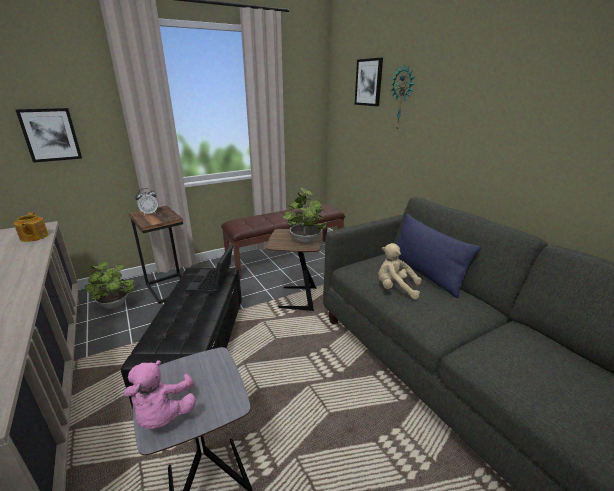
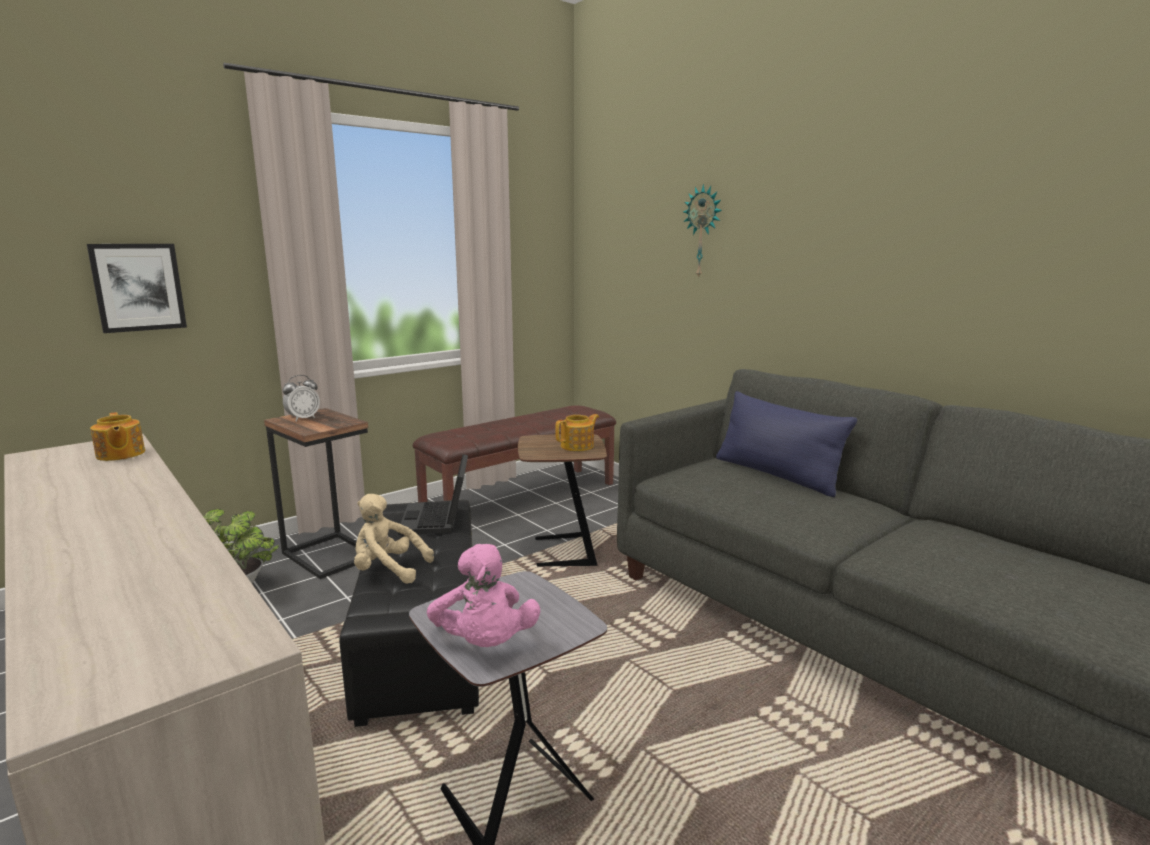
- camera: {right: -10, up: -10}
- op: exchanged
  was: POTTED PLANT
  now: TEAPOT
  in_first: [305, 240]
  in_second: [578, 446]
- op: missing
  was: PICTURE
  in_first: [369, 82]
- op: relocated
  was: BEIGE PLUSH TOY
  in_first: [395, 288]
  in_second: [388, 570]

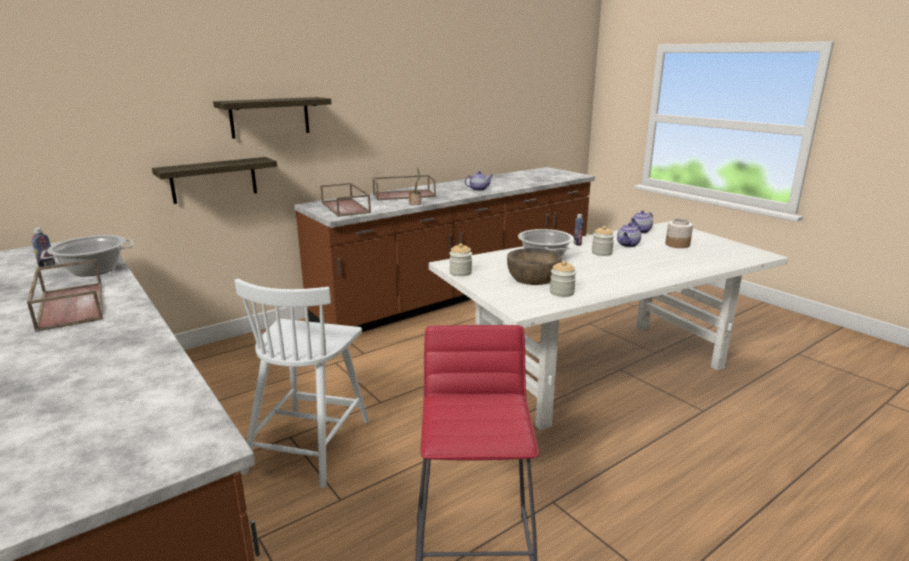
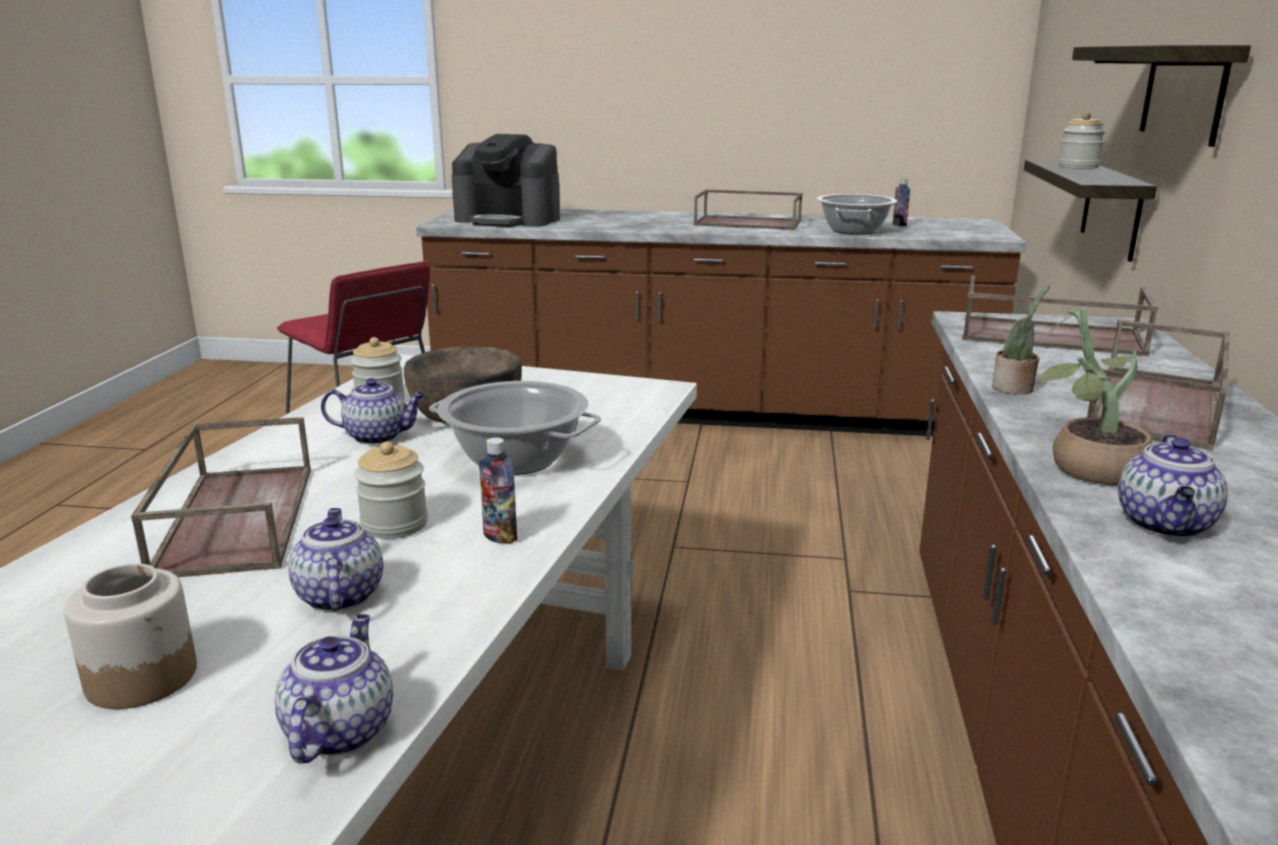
- camera: {right: 135, up: 0}
- op: missing
  was: WHITE CHAIR
  in_first: [309, 444]
- op: relocated
  was: JAR
  in_first: [460, 272]
  in_second: [1078, 167]
- op: appeared
  now: BROWN TRAY
  in_second: [234, 518]
- op: appeared
  now: TEAPOT
  in_second: [378, 436]
- op: appeared
  now: COFFEE MACHINE
  in_second: [509, 219]
- op: appeared
  now: POTTED PLANT
  in_second: [1085, 468]

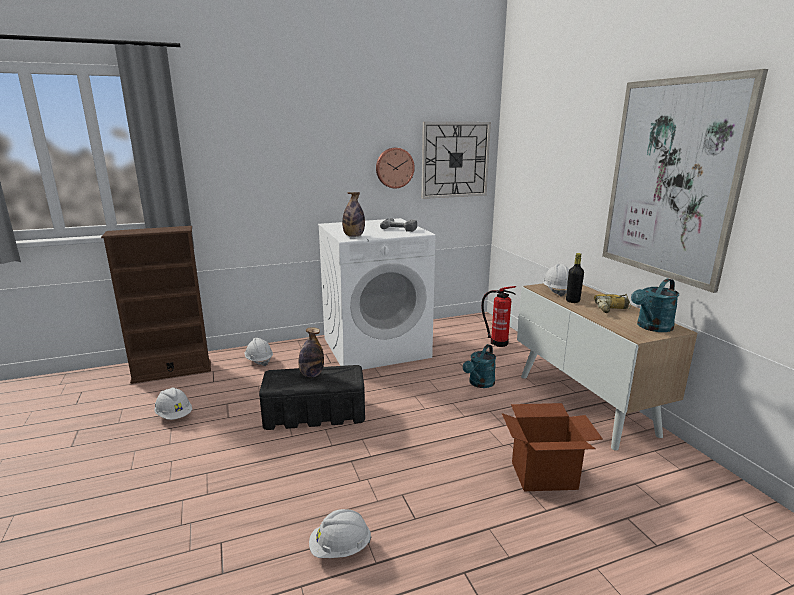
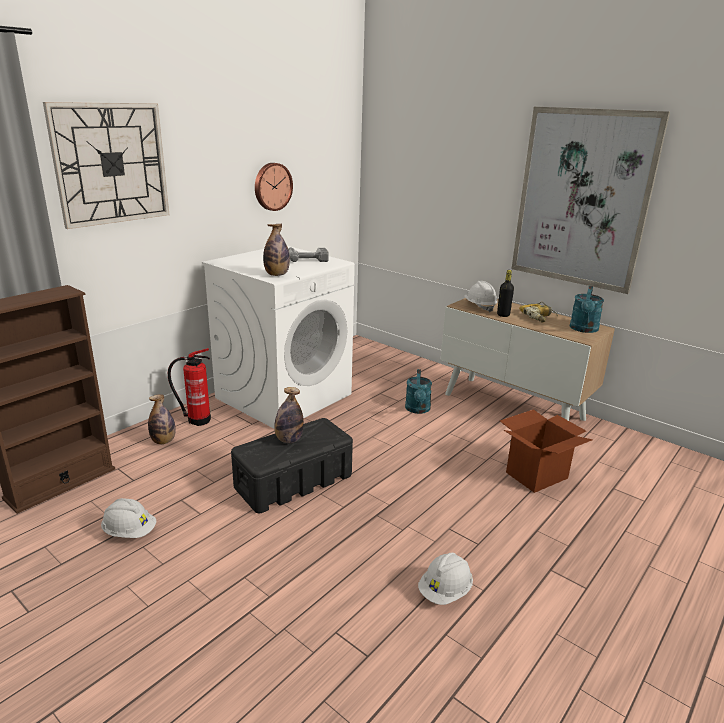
- camera: {right: -30, up: 5}
- op: exchanged
  was: WHITE HARD HAT
  now: BOTTLE
  in_first: [259, 360]
  in_second: [163, 441]
- op: relocated
  was: WALL CLOCK
  in_first: [455, 160]
  in_second: [111, 164]
- op: relocated
  was: FIRE EXTINGUISHER
  in_first: [497, 342]
  in_second: [197, 420]

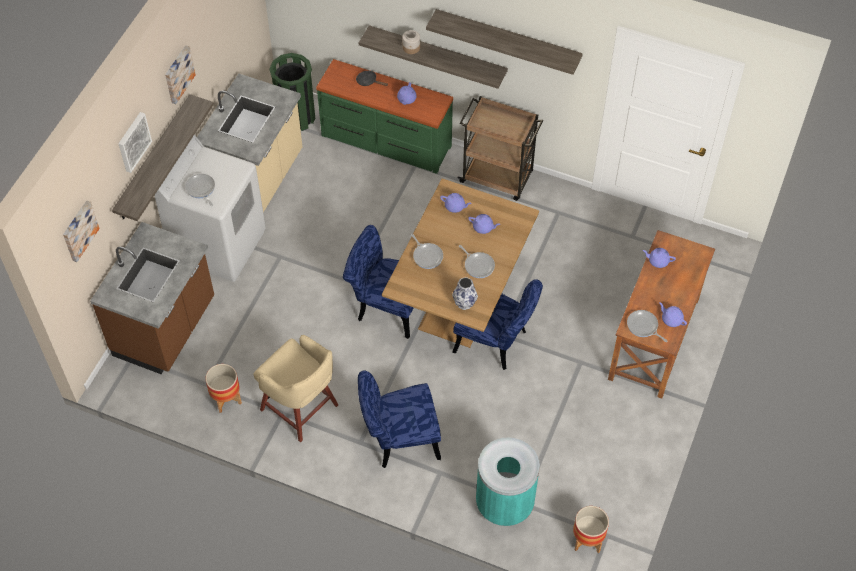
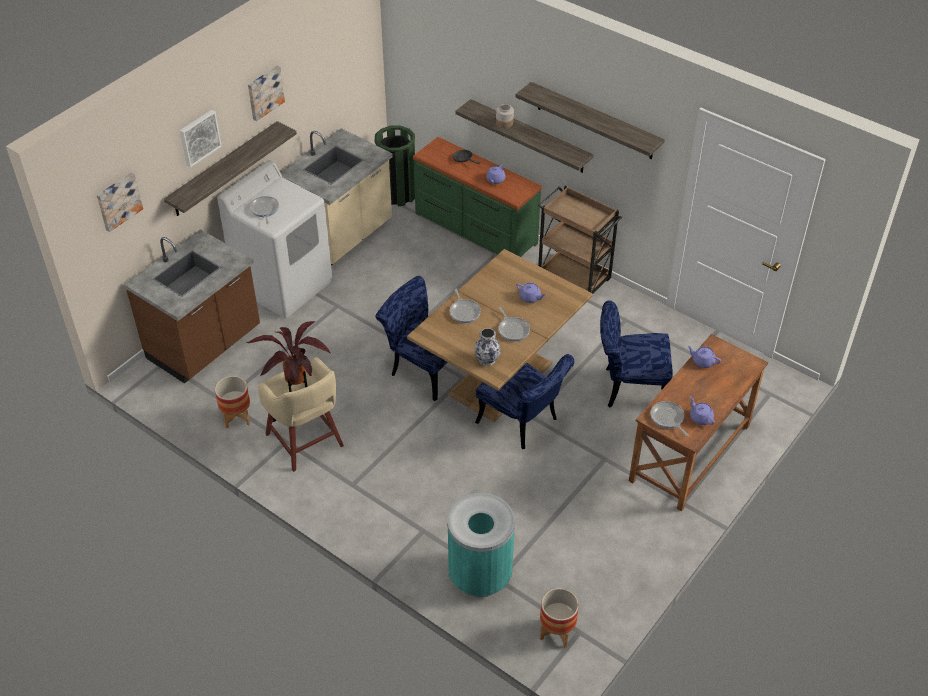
- camera: {right: 15, up: -10}
- op: relocated
  was: BLUE CHAIR
  in_first: [398, 440]
  in_second: [628, 388]
- op: missing
  was: PURPLE TEAPOT
  in_first: [455, 206]
- op: appeared
  now: POTTED PLANT
  in_second: [295, 386]

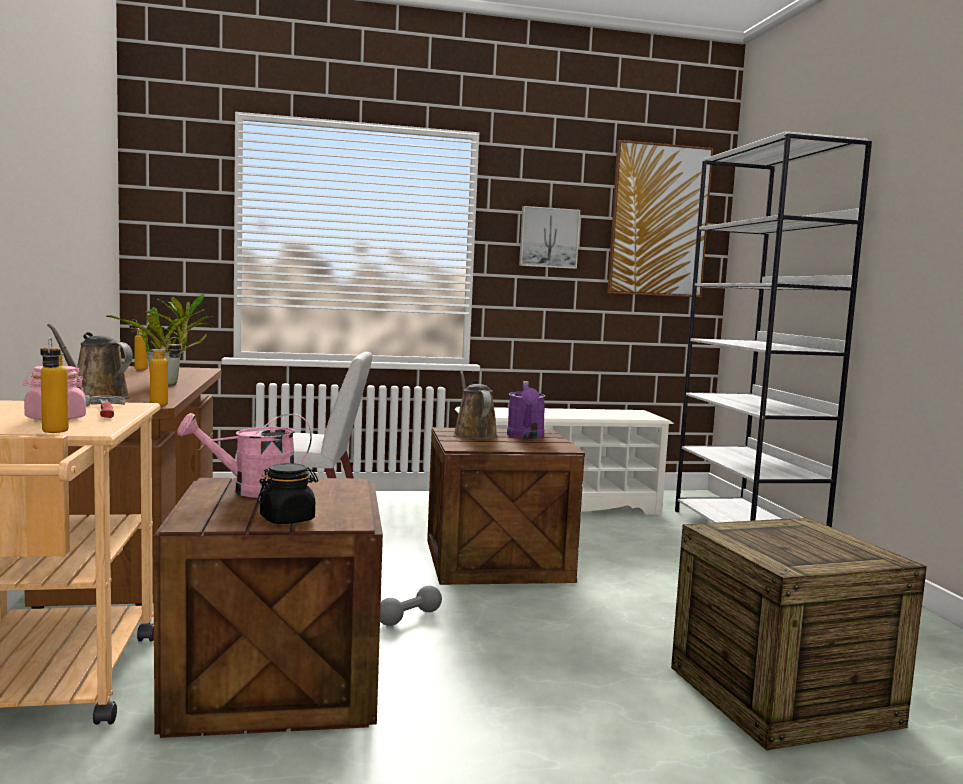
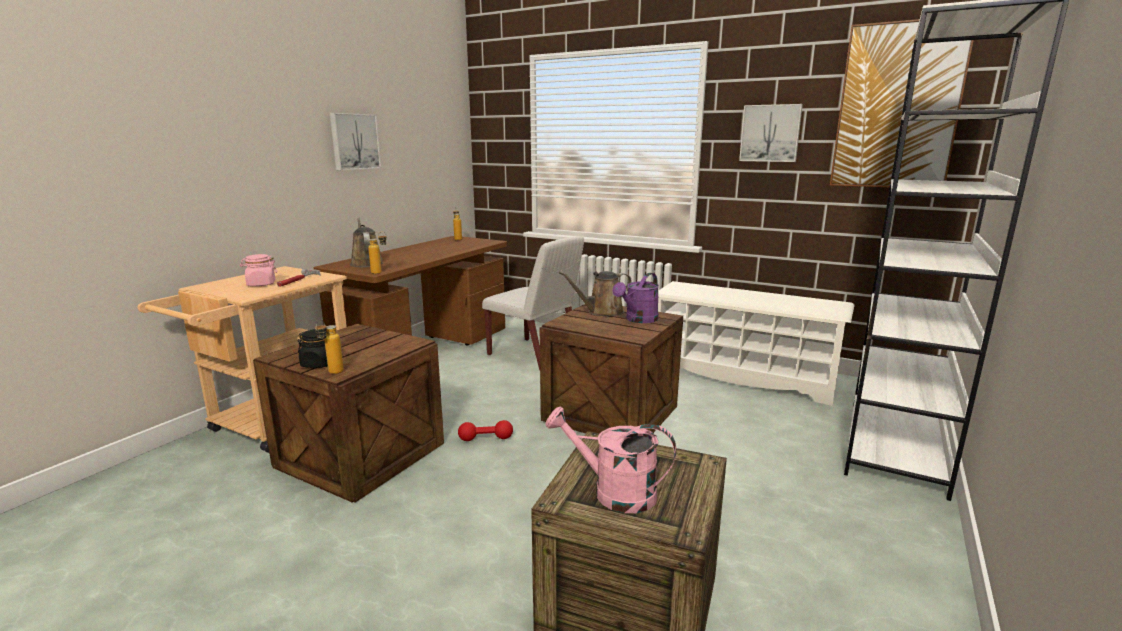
- camera: {right: 40, up: 10}
- op: relocated
  was: BOTTLE
  in_first: [54, 433]
  in_second: [332, 374]
- op: missing
  was: POTTED PLANT
  in_first: [168, 384]
- op: relocated
  was: PINK WATERING CAN
  in_first: [252, 491]
  in_second: [613, 492]
- op: colour
  was: GREY DUMBBELL
  now: RED DUMBBELL
  in_first: [409, 617]
  in_second: [486, 439]
- op: spun
  was: BROWN WATERING CAN
  in_first: [473, 434]
  in_second: [602, 312]
  clockwise: -135
- op: appeared
  now: PICTURE
  in_second: [354, 141]

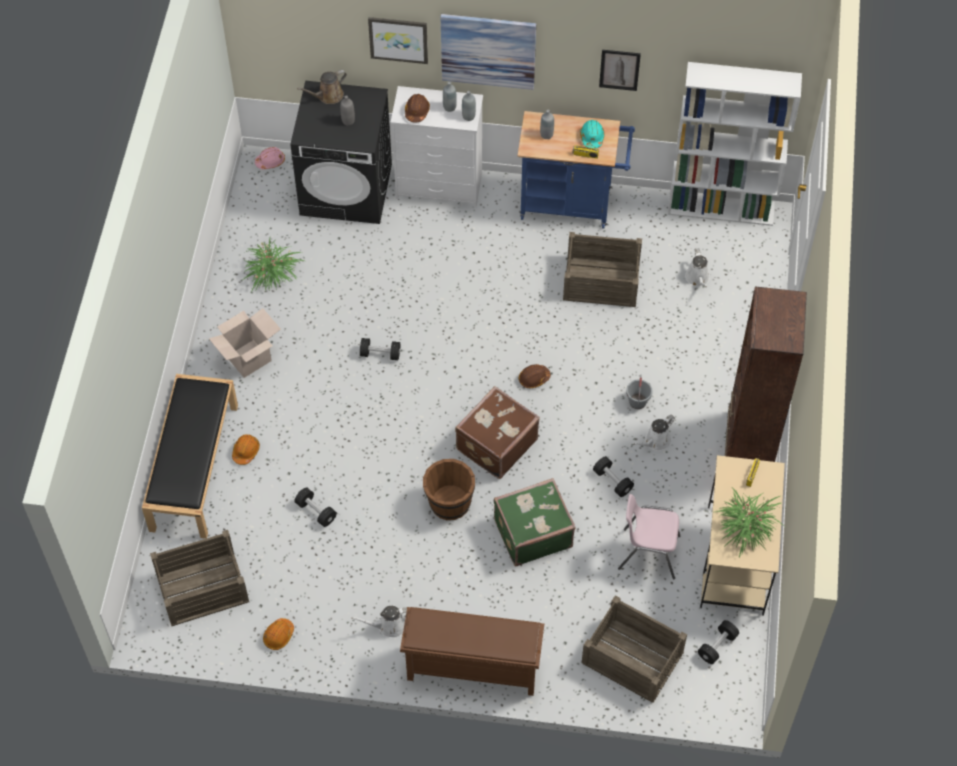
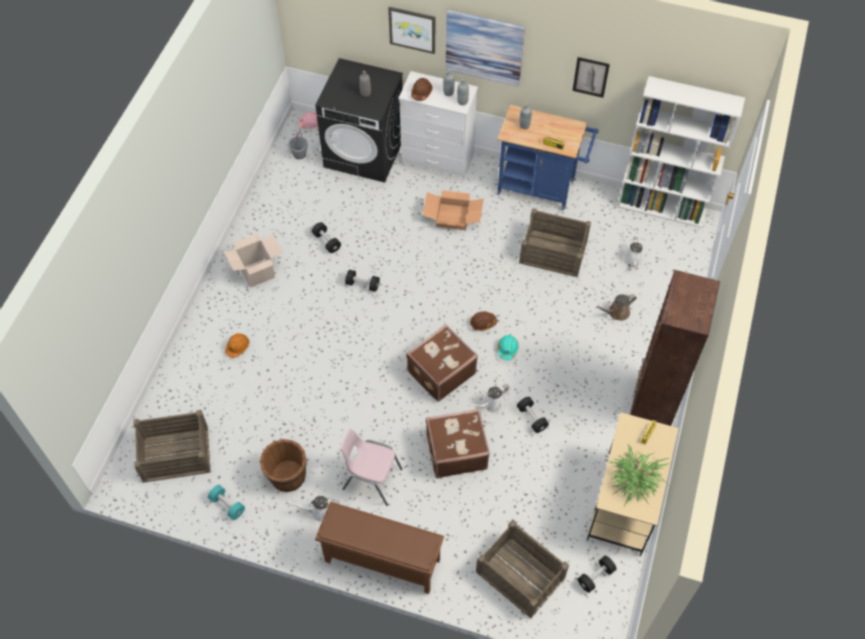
- camera: {right: 10, up: 0}
- op: missing
  was: BLACK BENCH
  in_first: [194, 466]
- op: missing
  was: POTTED PLANT
  in_first: [272, 273]
- op: exchanged
  was: ORANGE HARD HAT
  now: TURQUOISE DUMBBELL
  in_first: [278, 636]
  in_second: [227, 505]
- op: relocated
  was: BLACK DUMBBELL
  in_first: [316, 511]
  in_second: [326, 242]
- op: relocated
  was: BROWN WATERING CAN
  in_first: [328, 96]
  in_second: [617, 312]
- op: relocated
  was: BROWN BUCKET
  in_first: [449, 503]
  in_second: [287, 476]
- op: colour
  was: GREEN SUITCASE
  now: BROWN SUITCASE
  in_first: [532, 532]
  in_second: [456, 451]
- op: relocated
  was: TURQUOISE HARD HAT
  in_first: [592, 137]
  in_second: [507, 349]
- op: relocated
  was: PINK CHAIR
  in_first: [648, 552]
  in_second: [371, 479]
- op: relocated
  was: GREY BUCKET
  in_first: [638, 402]
  in_second: [299, 154]
- op: relocated
  was: WHITE WATERING CAN
  in_first: [655, 441]
  in_second: [491, 404]
- op: appeared
  now: CARDBOARD BOX
  in_second: [453, 216]

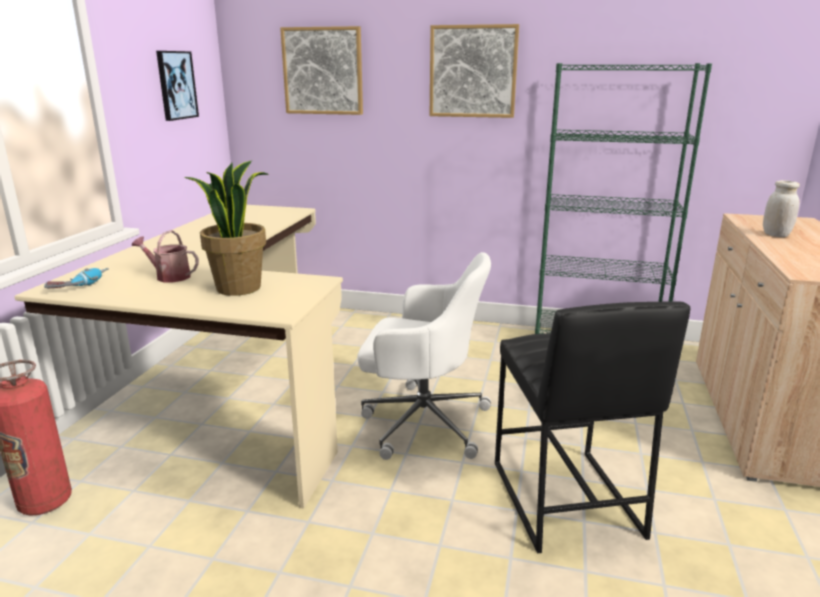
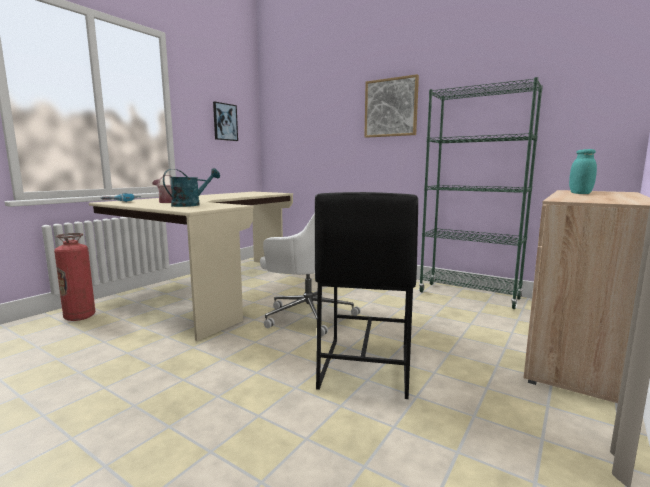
- camera: {right: 20, up: -10}
- op: exchanged
  was: POTTED PLANT
  now: TURQUOISE WATERING CAN
  in_first: [238, 287]
  in_second: [191, 205]
- op: missing
  was: PICTURE
  in_first: [323, 71]
- op: colour
  was: WHITE JAR
  now: TURQUOISE JAR
  in_first: [775, 235]
  in_second: [580, 193]

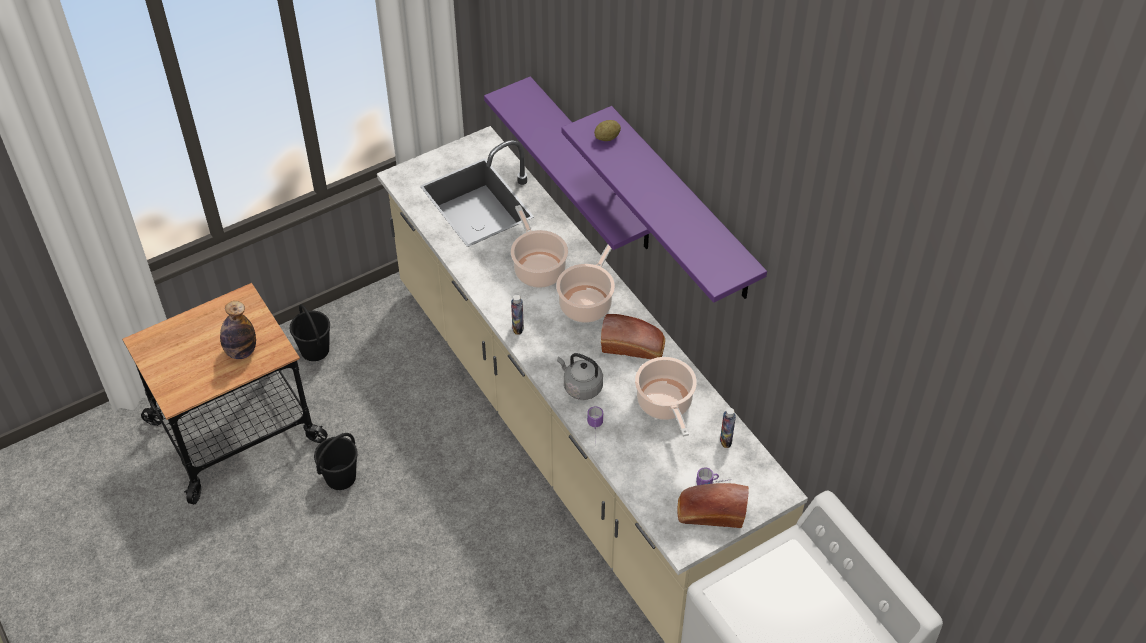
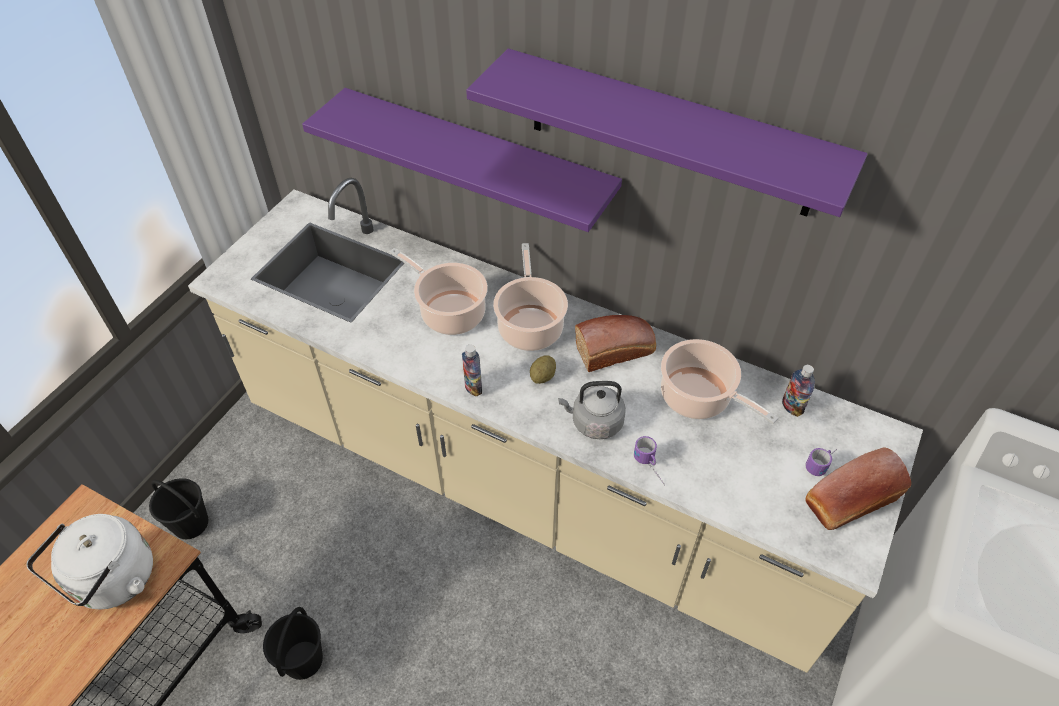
- camera: {right: -30, up: 0}
- op: exchanged
  was: BOTTLE
  now: WHITE KETTLE
  in_first: [241, 351]
  in_second: [112, 582]
- op: relocated
  was: POTATO
  in_first: [607, 138]
  in_second: [542, 376]

